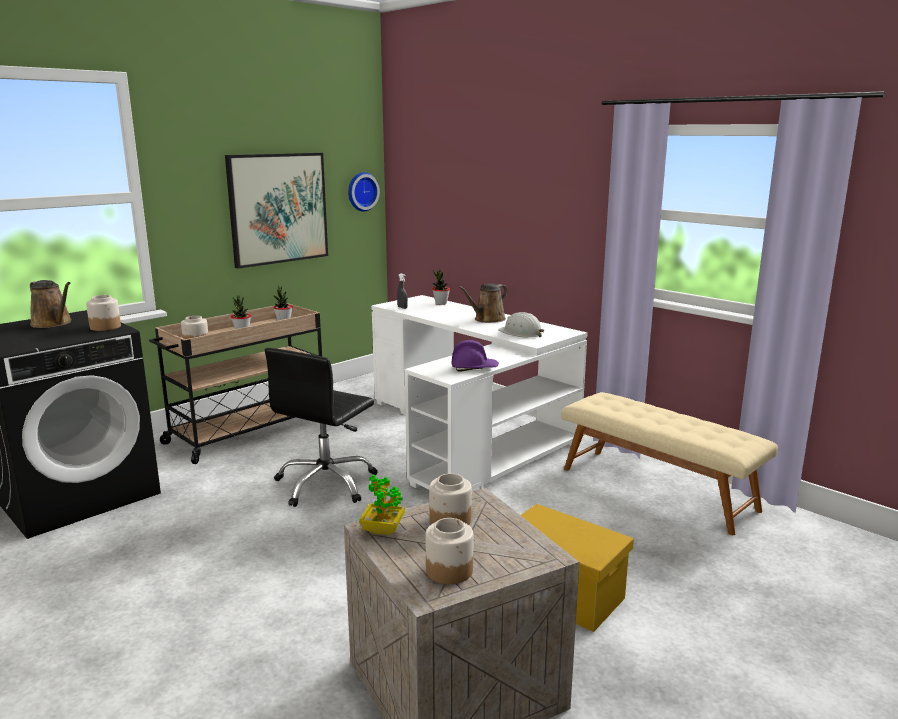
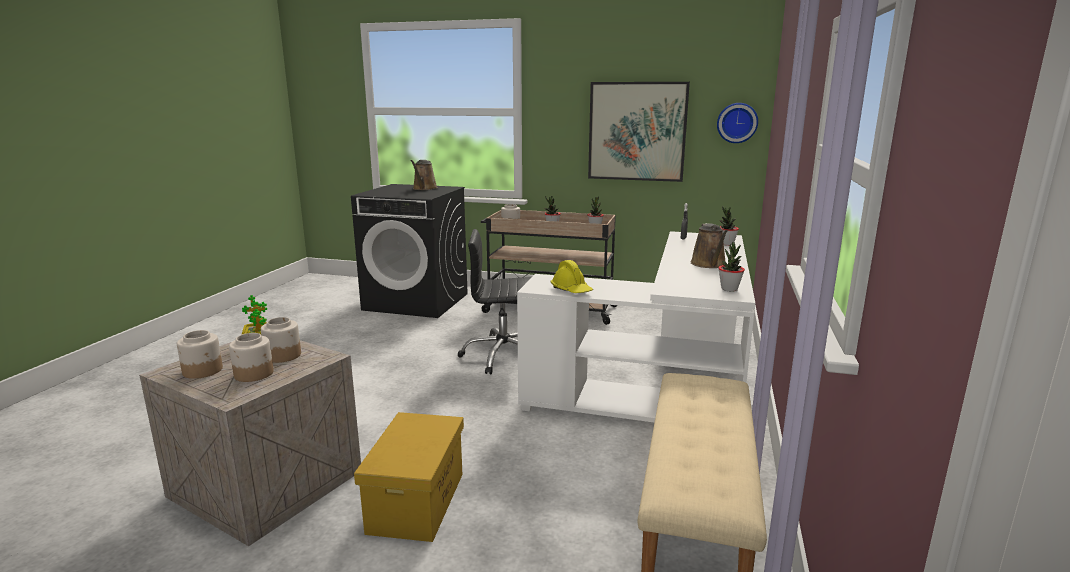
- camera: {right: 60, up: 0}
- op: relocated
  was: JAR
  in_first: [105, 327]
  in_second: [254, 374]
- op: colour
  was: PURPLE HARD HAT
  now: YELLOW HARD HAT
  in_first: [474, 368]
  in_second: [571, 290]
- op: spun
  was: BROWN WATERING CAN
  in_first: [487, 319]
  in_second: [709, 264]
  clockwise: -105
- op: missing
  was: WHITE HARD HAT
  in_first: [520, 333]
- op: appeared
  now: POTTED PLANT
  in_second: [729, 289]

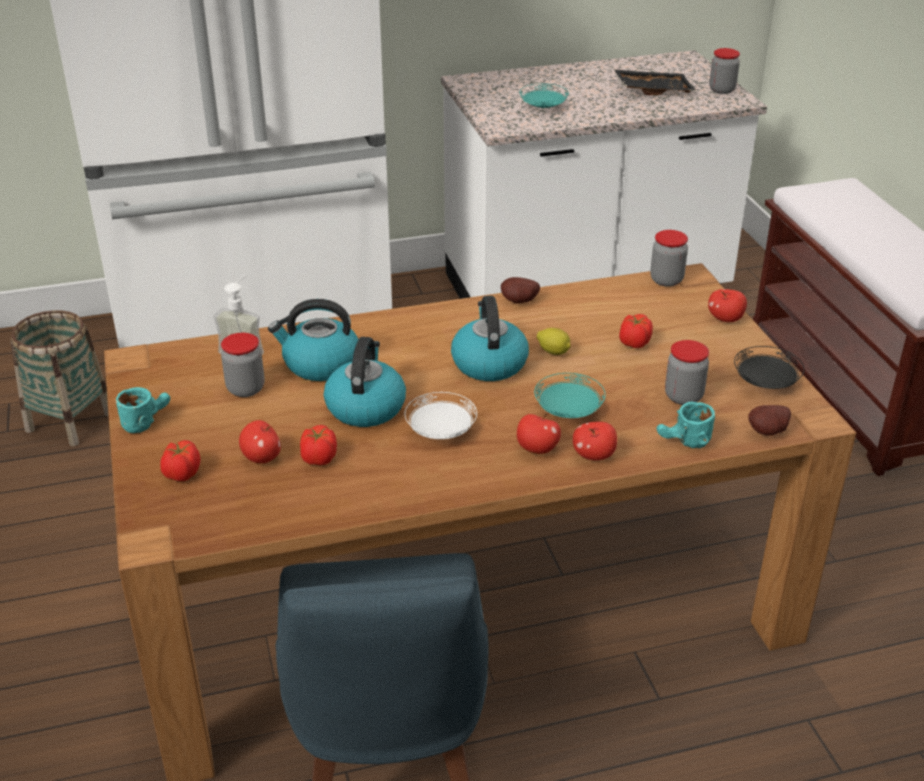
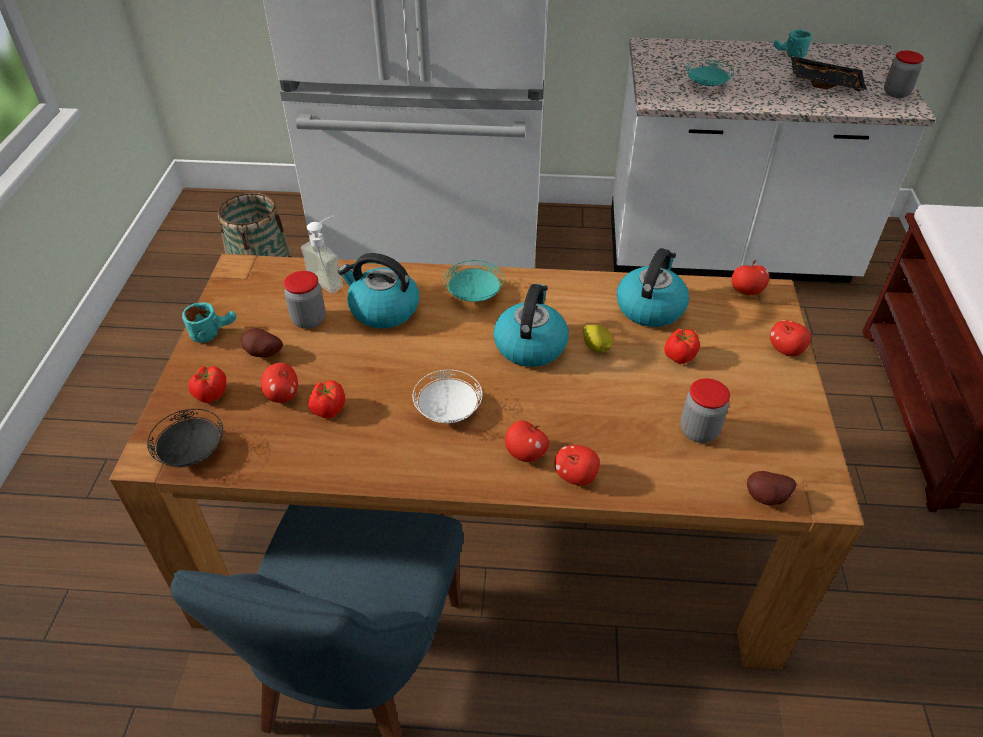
- camera: {right: 20, up: 10}
- op: relocated
  was: KETTLE
  in_first: [365, 407]
  in_second: [650, 307]
- op: relocated
  was: POTATO
  in_first: [519, 302]
  in_second: [263, 354]
- op: relocated
  was: TURQUOISE PLATE
  in_first: [568, 411]
  in_second: [474, 294]
- op: exchanged
  was: JAR
  now: APPLE
  in_first: [666, 280]
  in_second: [746, 291]
- op: relocated
  was: TURQUOISE MUG
  in_first: [683, 443]
  in_second: [788, 55]
- op: relocated
  was: BLACK PLATE
  in_first: [765, 383]
  in_second: [191, 451]

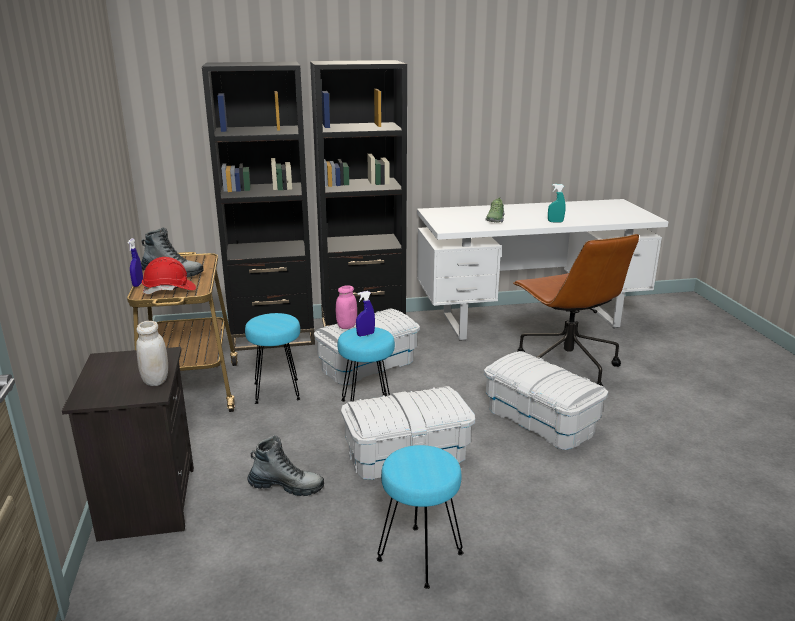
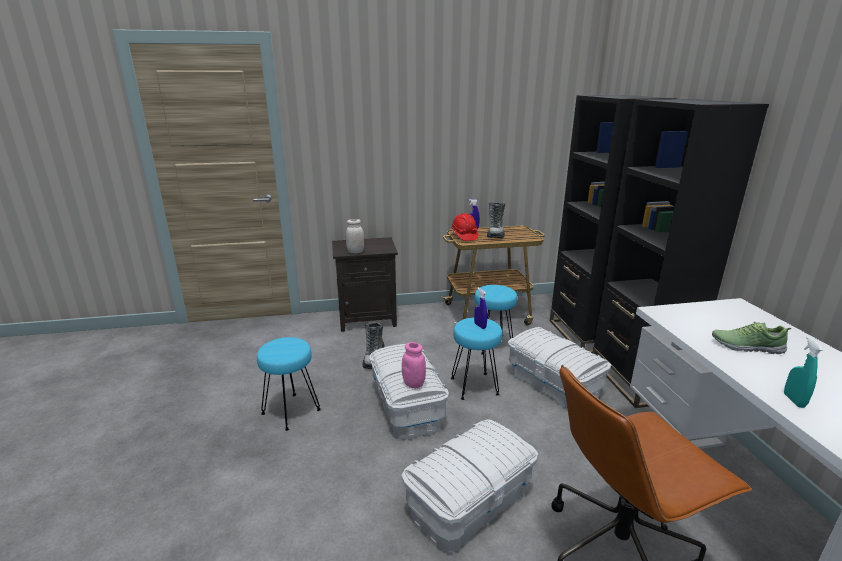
- camera: {right: 90, up: 0}
- op: relocated
  was: PINK JAR
  in_first: [346, 326]
  in_second: [414, 384]

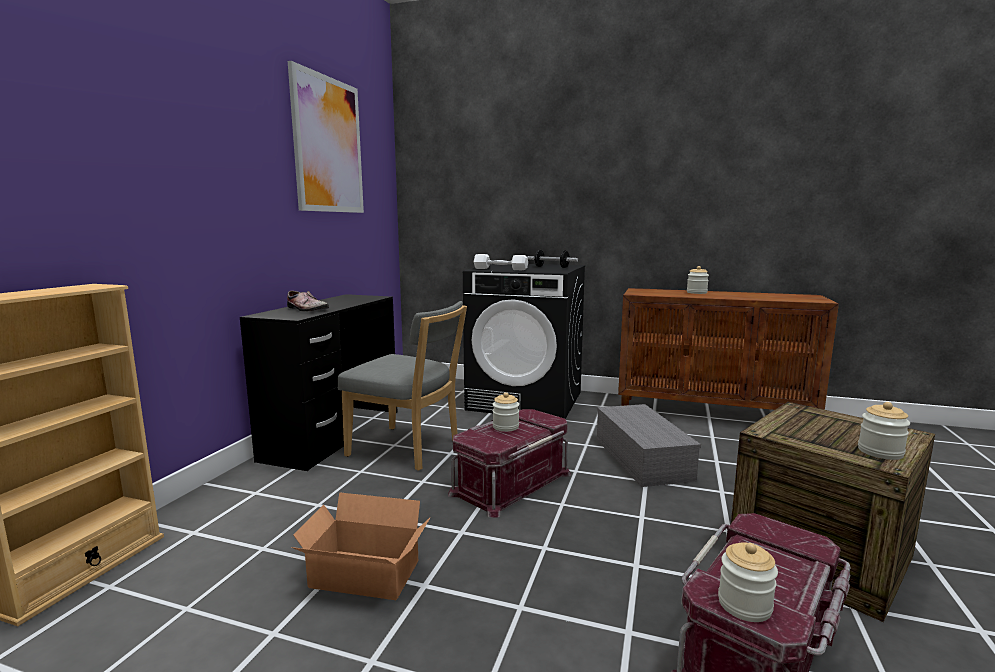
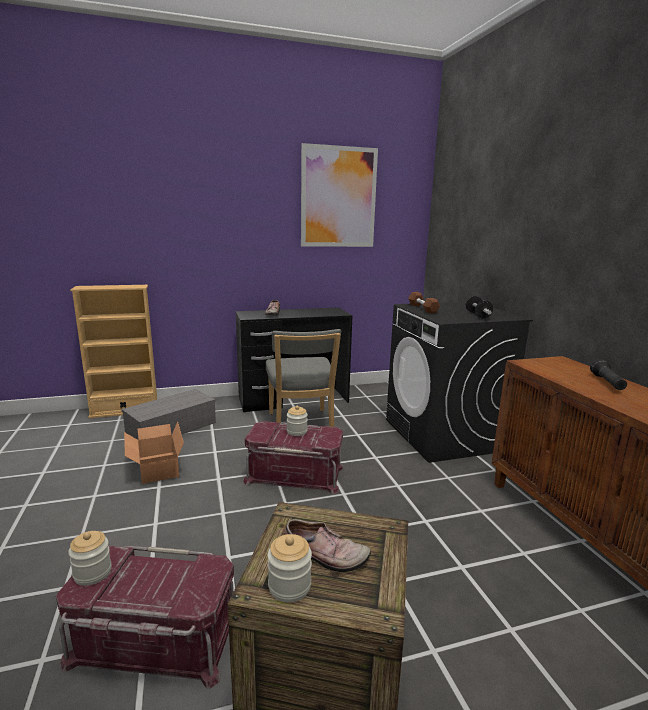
- camera: {right: 55, up: 5}
- op: colour
  was: WHITE DUMBBELL
  now: BROWN DUMBBELL
  in_first: [500, 269]
  in_second: [422, 308]
- op: relocated
  was: GREY STORAGE BOX
  in_first: [640, 458]
  in_second: [172, 427]
- op: exchanged
  was: JAR
  now: BLACK FLASHLIGHT
  in_first: [696, 292]
  in_second: [607, 383]
- op: appeared
  now: SHOE
  in_second: [324, 556]

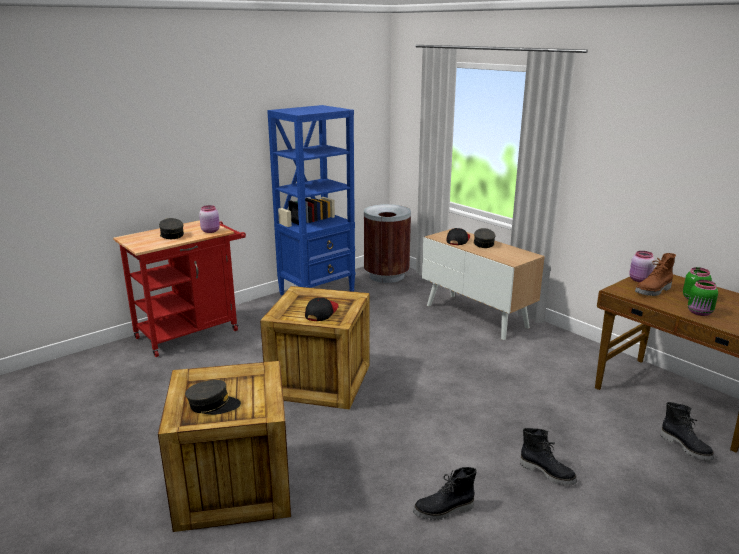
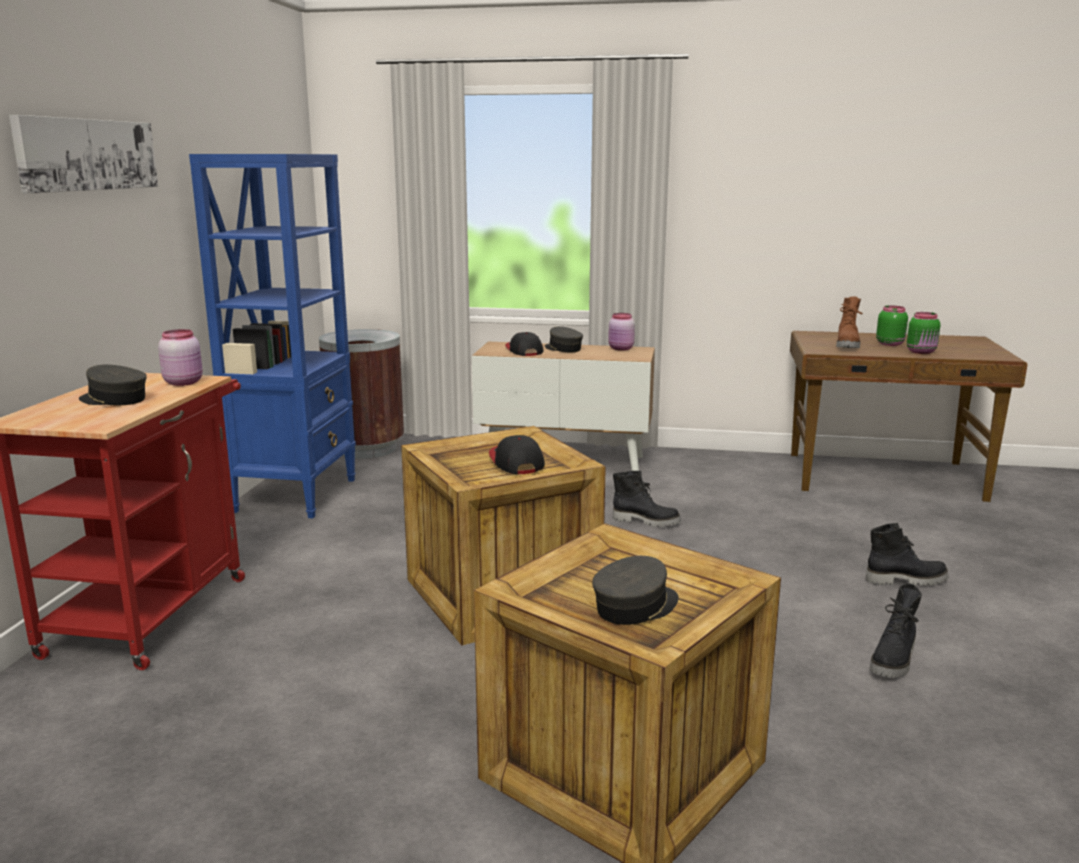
- camera: {right: -40, up: -5}
- op: relocated
  was: PINK JAR
  in_first: [639, 280]
  in_second: [621, 349]
- op: relocated
  was: BLACK BOOT
  in_first: [686, 447]
  in_second: [646, 521]
- op: appeared
  now: PICTURE
  in_second: [87, 155]

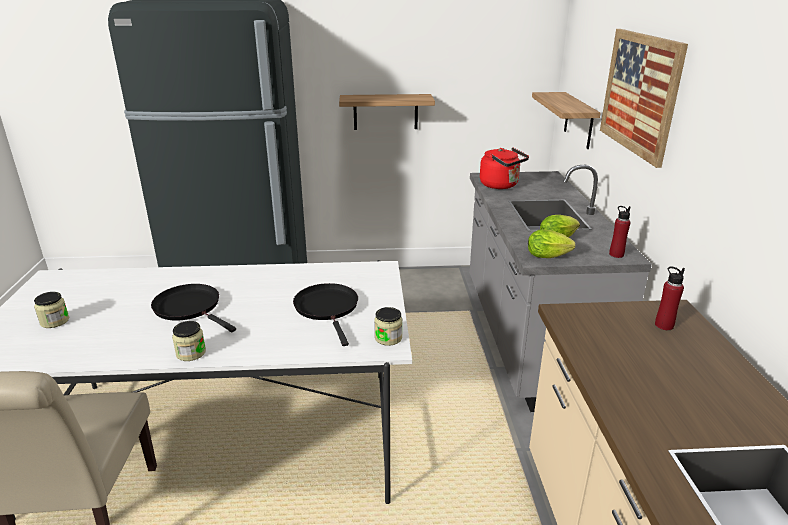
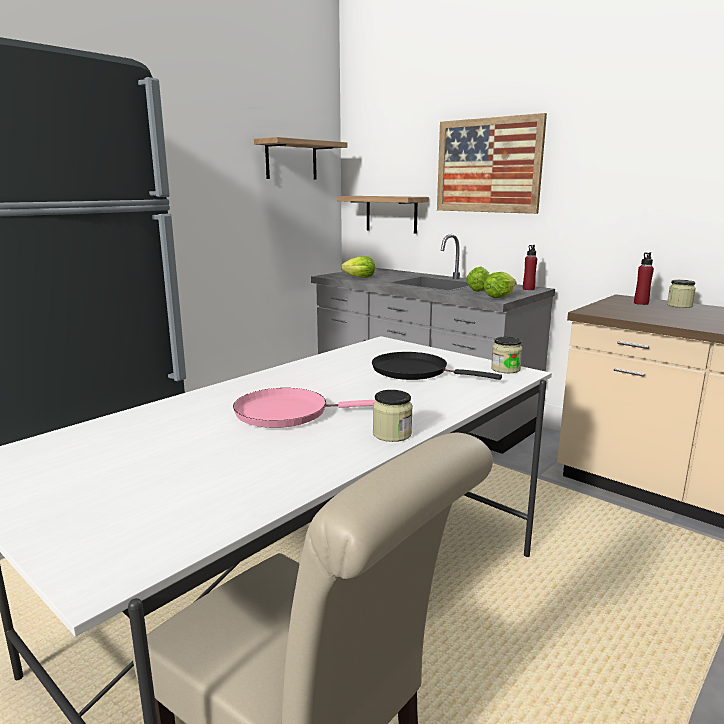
- camera: {right: -45, up: -10}
- op: relocated
  was: JAR
  in_first: [55, 321]
  in_second: [679, 305]
- op: colour
  was: BLACK FRYING PAN
  now: PINK FRYING PAN
  in_first: [190, 308]
  in_second: [288, 413]
- op: relocated
  was: SHELF
  in_first: [385, 112]
  in_second: [291, 160]
- op: exchanged
  was: RED KETTLE
  now: LETTUCE
  in_first: [501, 185]
  in_second: [357, 277]

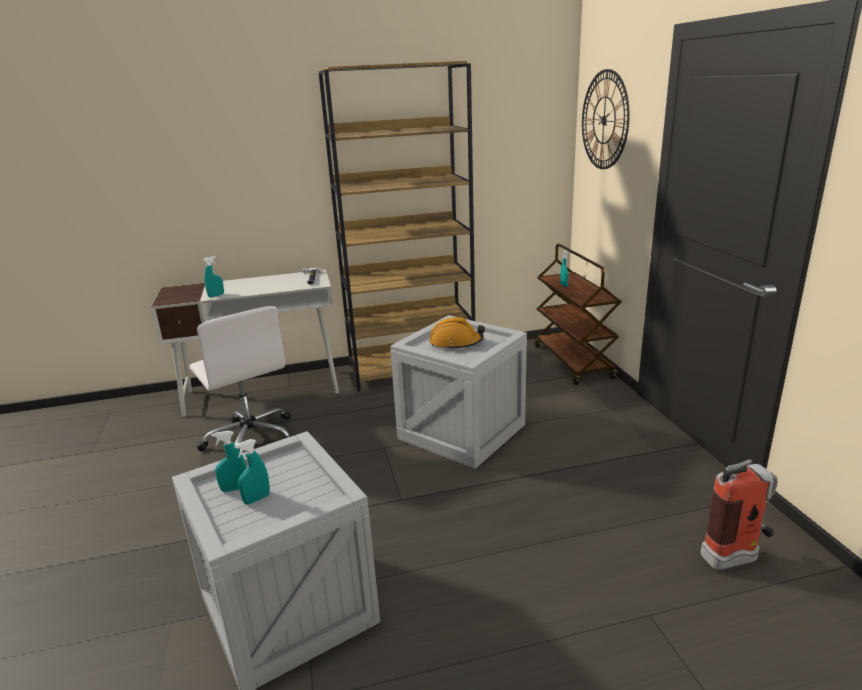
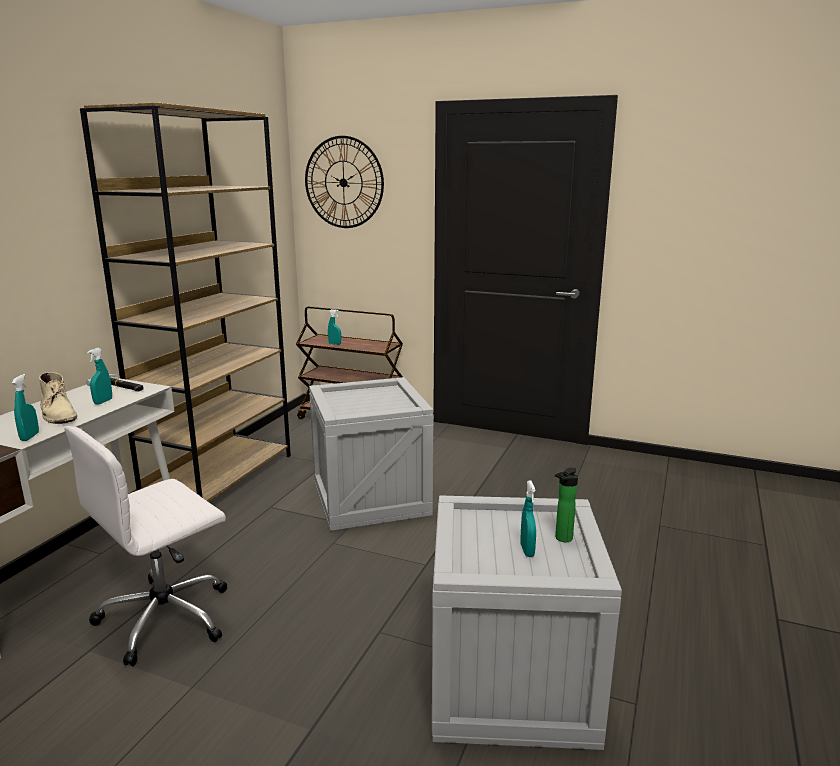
- camera: {right: -55, up: -5}
- op: spun
  was: WHITE OFFICE CHAIR
  in_first: [250, 438]
  in_second: [167, 617]
  clockwise: 135
- op: relocated
  was: TURQUOISE SPRAY BOTTLE
  in_first: [234, 489]
  in_second: [103, 402]
- op: missing
  was: ORANGE HARD HAT
  in_first: [456, 343]
- op: missing
  was: FIRE EXTINGUISHER
  in_first: [737, 557]
- op: appeared
  now: BEIGE BOOT
  in_second: [58, 413]
- op: appeared
  now: BOTTLE
  in_second: [562, 539]

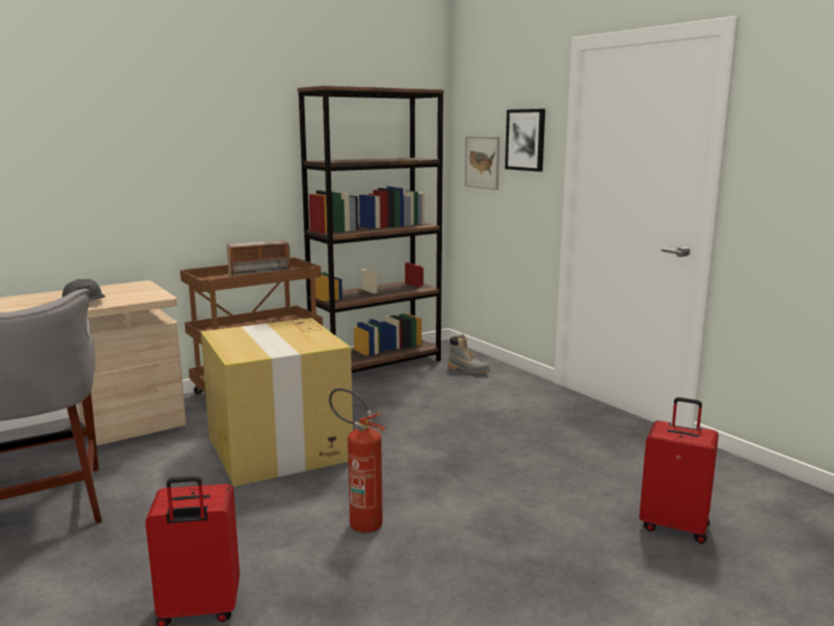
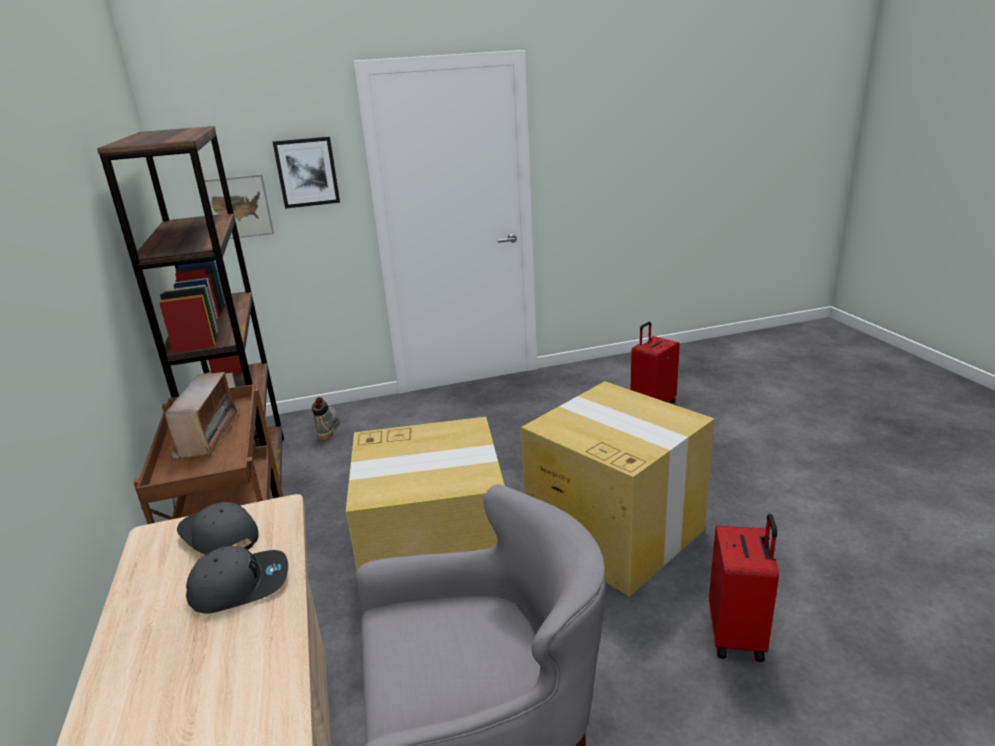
- camera: {right: -70, up: 10}
- op: exchanged
  was: FIRE EXTINGUISHER
  now: CARDBOARD BOX
  in_first: [358, 522]
  in_second: [613, 531]
- op: spun
  was: GREY BOOT
  in_first: [468, 370]
  in_second: [328, 427]
  clockwise: -60
- op: appeared
  now: GREY CAP
  in_second: [219, 537]

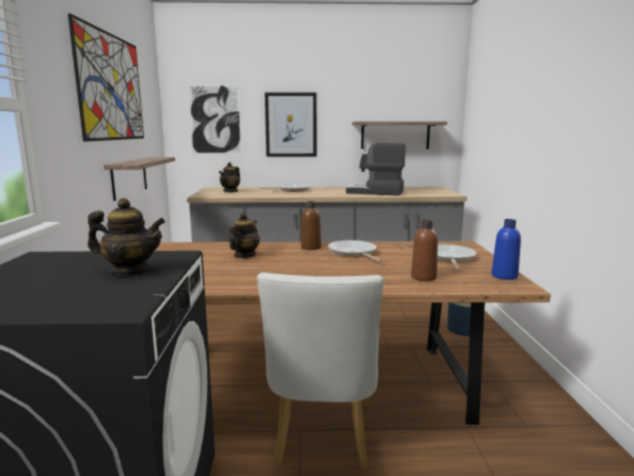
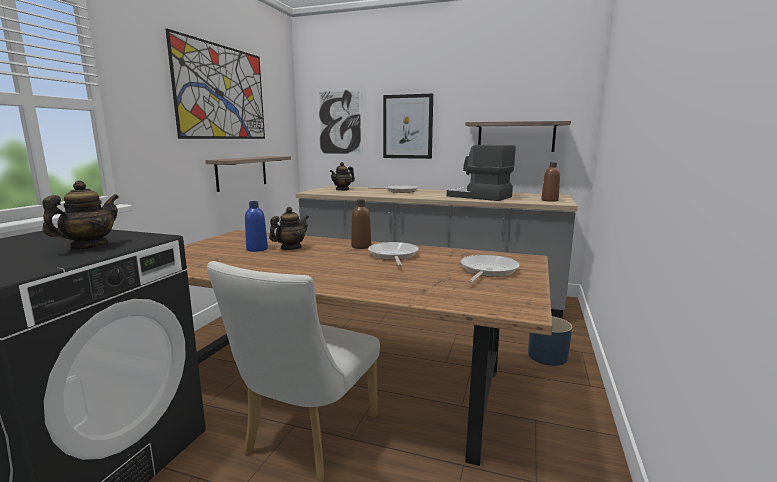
- camera: {right: 20, up: 0}
- op: spun
  was: TEAPOT
  in_first: [130, 271]
  in_second: [89, 247]
  clockwise: -90
- op: relocated
  was: BROWN BOTTLE
  in_first: [423, 277]
  in_second: [549, 200]
- op: relocated
  was: BLUE BOTTLE
  in_first: [504, 276]
  in_second: [257, 249]

